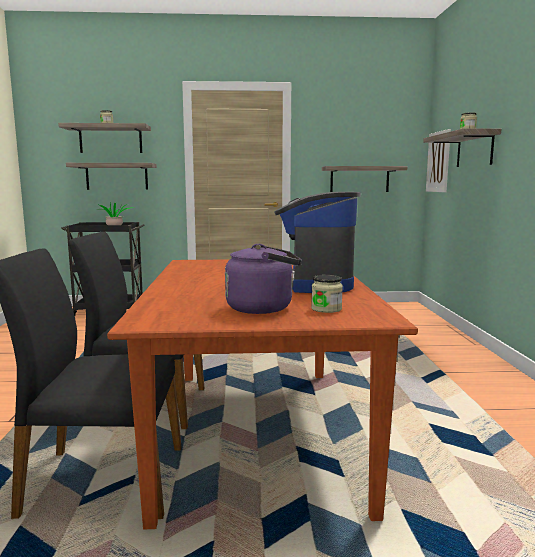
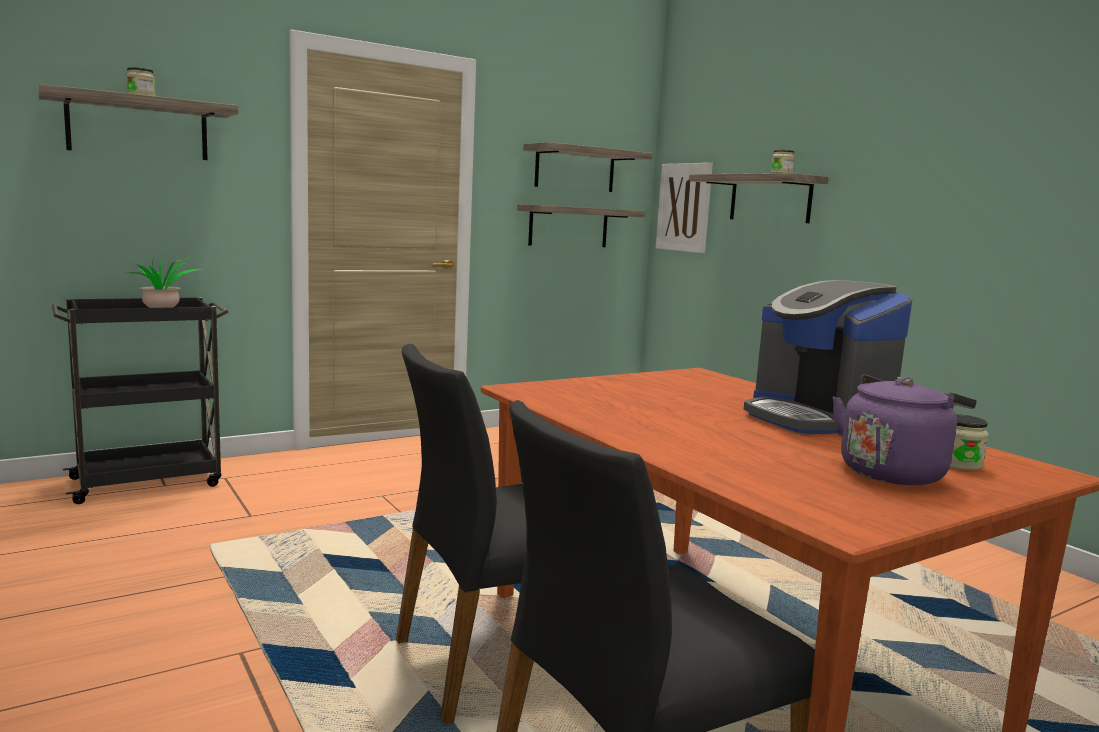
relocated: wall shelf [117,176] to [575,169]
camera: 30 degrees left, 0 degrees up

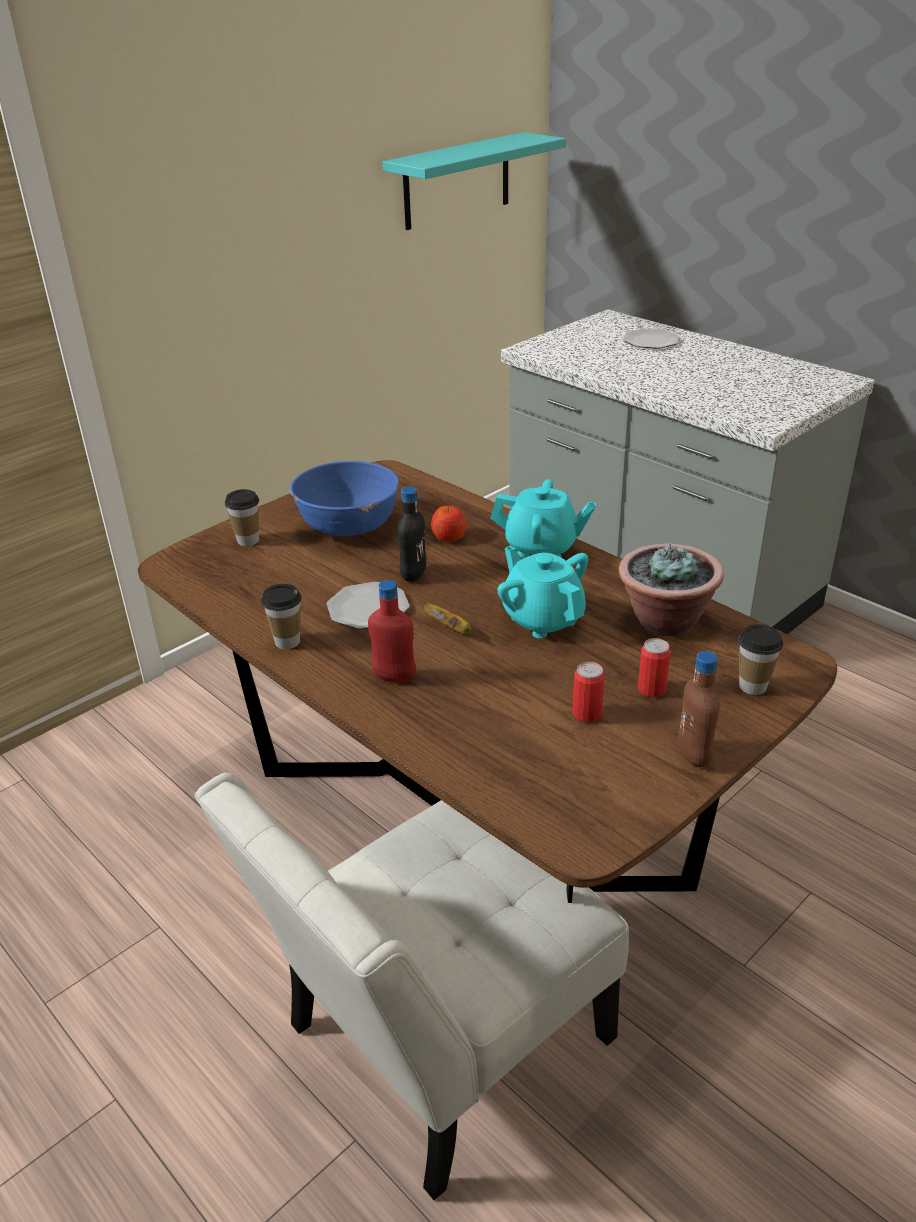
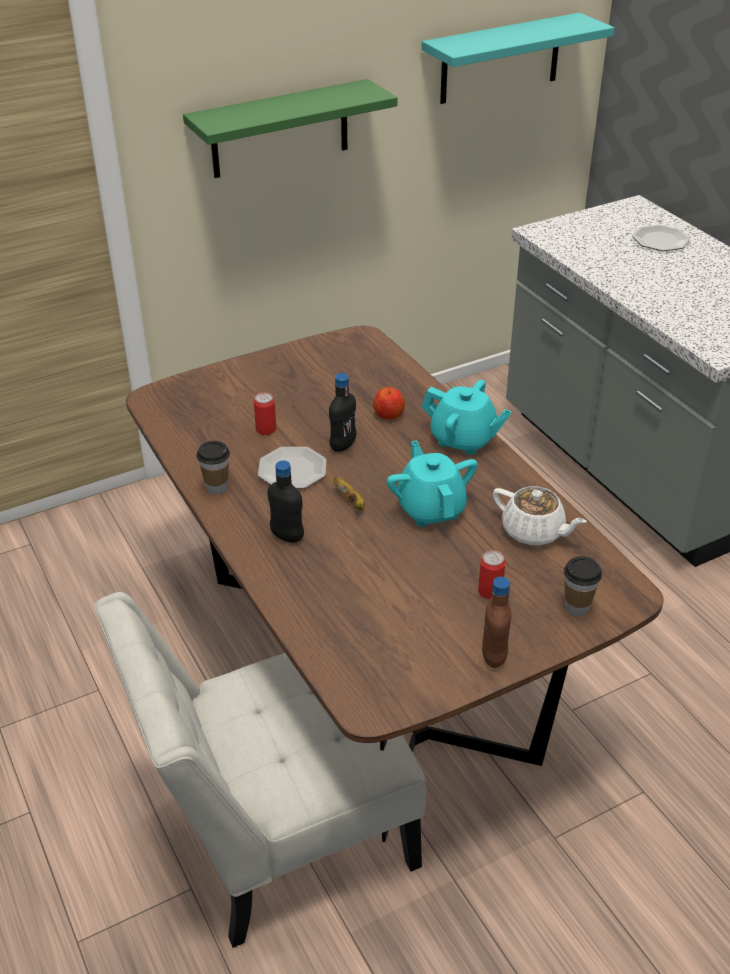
missing: small cup [248,540]; blue-coloured serving bowl [349,526]
appeared: greenish wall shelf [280,129]
relocated: metal can [587,713] to [266,429]
exchanged: houseplant [665,621] to white tea pot [534,532]
colour: reddish beverage bottle [394,677] to black beverage bottle [287,536]
camera: 15 degrees right, 5 degrees up

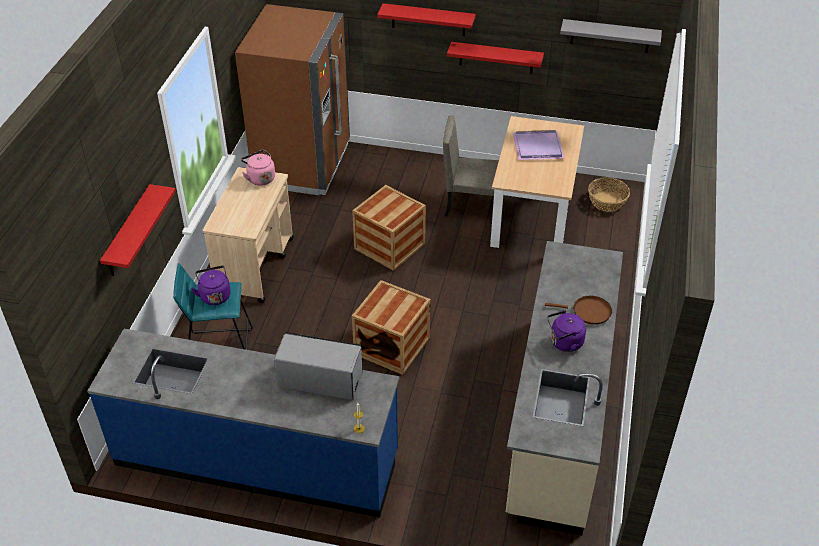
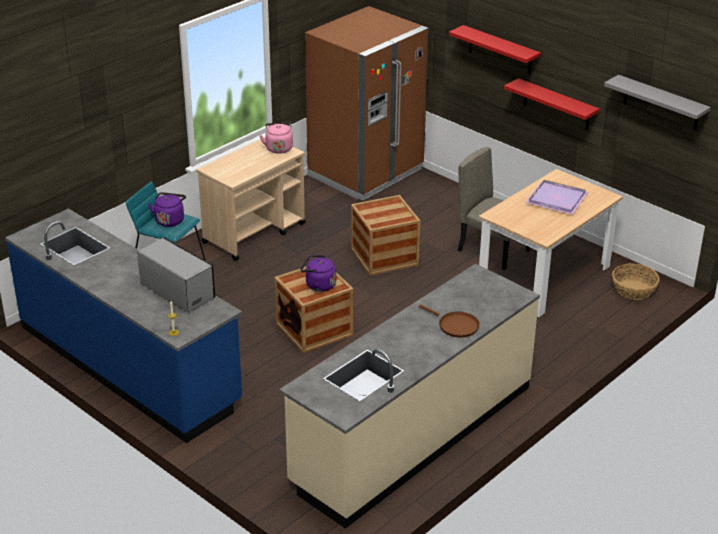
missing: reddish wall shelf [128,232]
relocated: purple-coloured water kettle [564,343] to [318,285]
camera: 30 degrees right, 10 degrees down

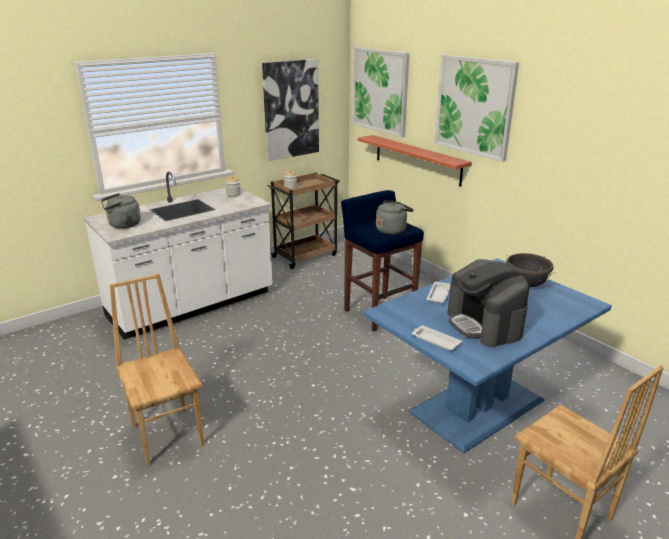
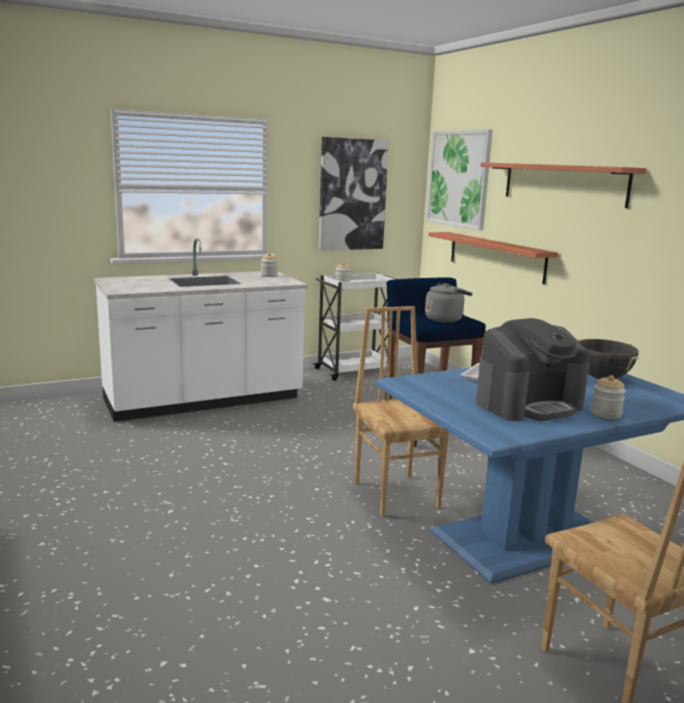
missing: greyish water kettle [122,225]; white tray [435,340]
appeared: jar [605,414]
relocated: brown upright chair [168,435] to [397,494]
exchanged: picture [474,106] to wall shelf [563,183]
colour: brown trolley [305,256] to white trolley [355,371]
spun: coffee maker [484,324] = [528,404] 105 degrees counterclockwise
camera: 10 degrees right, 10 degrees down

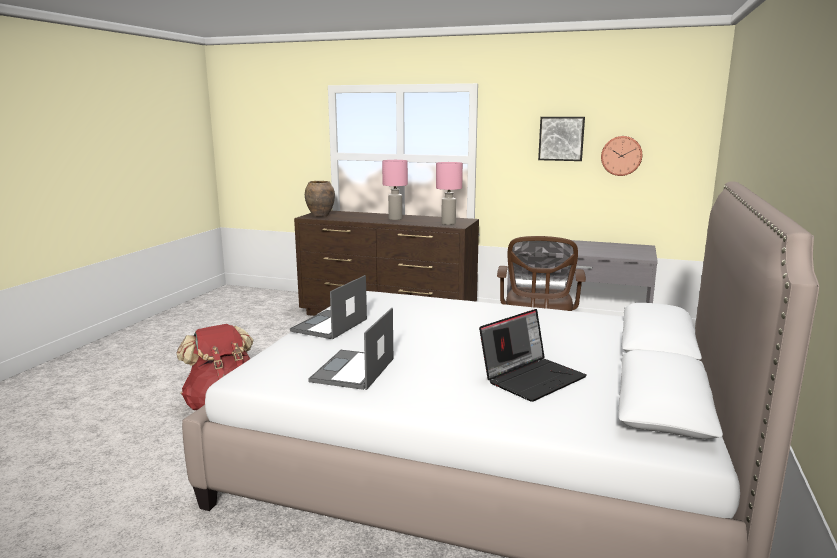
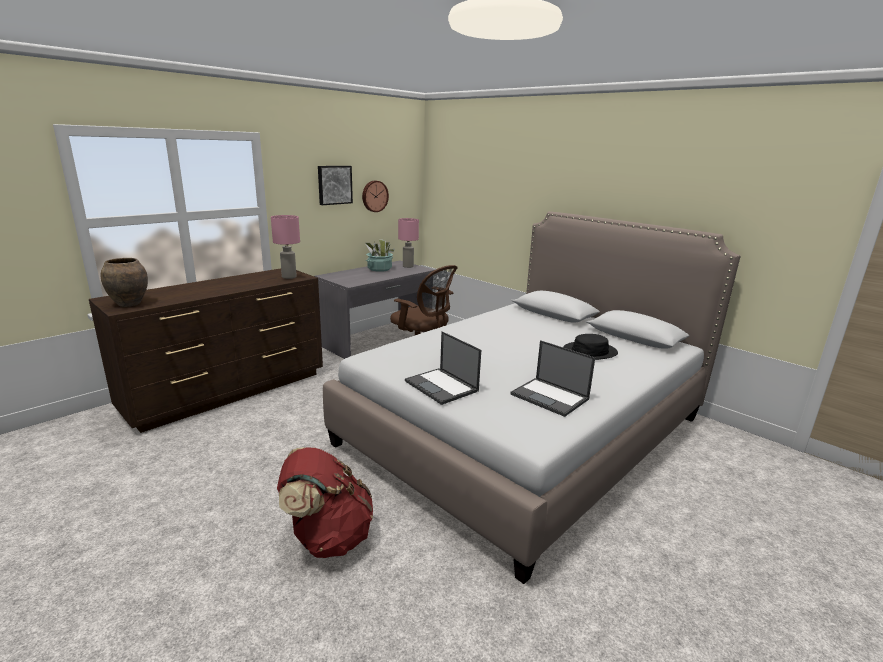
appeared: houseplant [379,269]
relocated: pink-coloured lamp for a table [395,219] to [408,266]
exchanged: portable computer [532,377] to black clothing hat [589,351]
camera: 65 degrees left, 5 degrees up

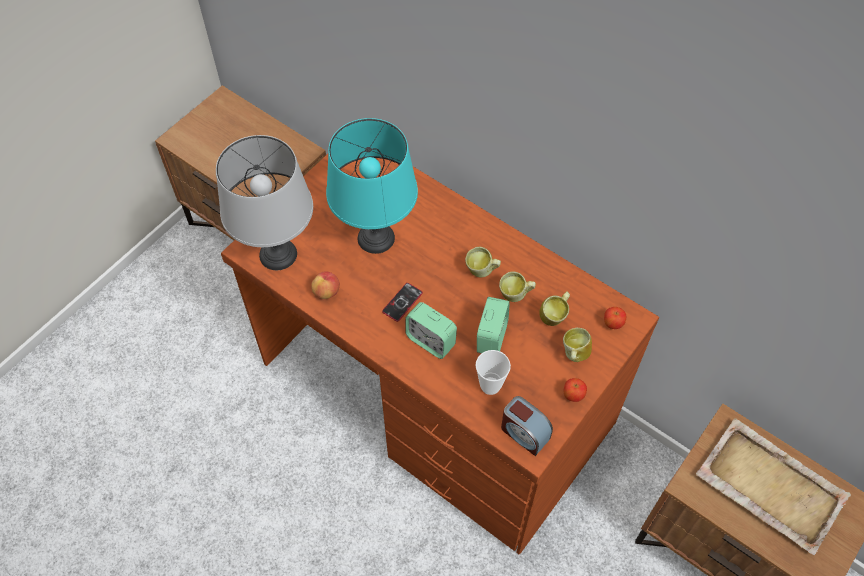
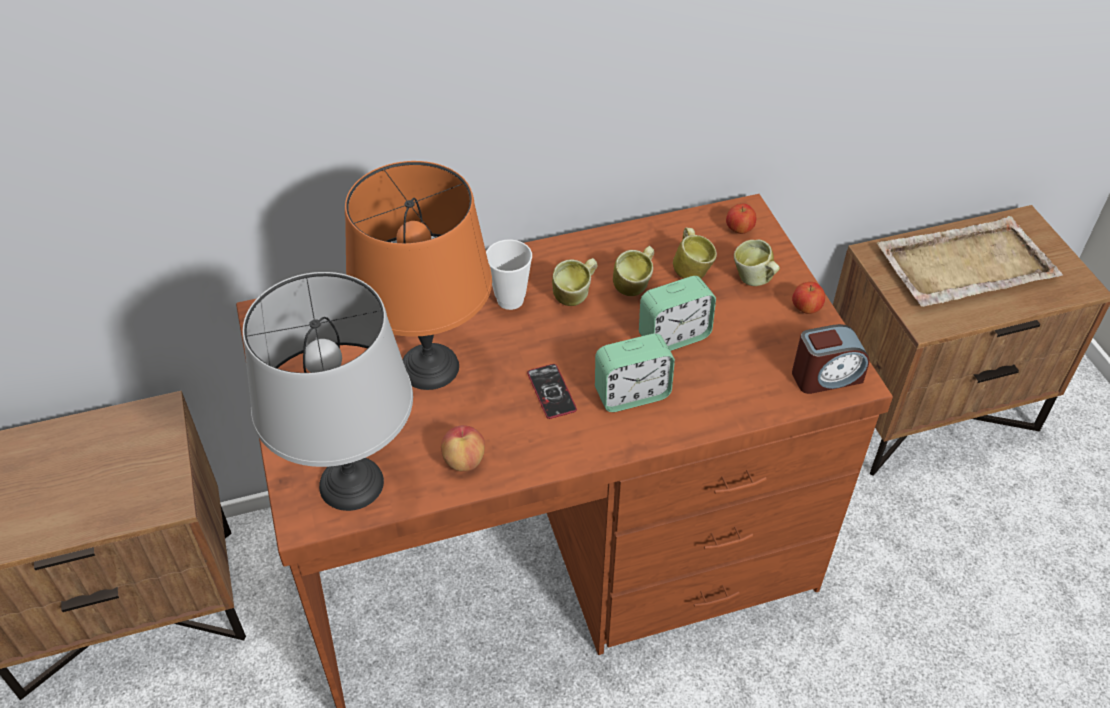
relocated: small cup [490,385] to [510,300]
colour: turquoise-coloured lamp for a table [375,238] to orange lamp for a table [430,368]
spun: bedside clock [491,337] = [674,336] 105 degrees clockwise
camera: 55 degrees left, 10 degrees down

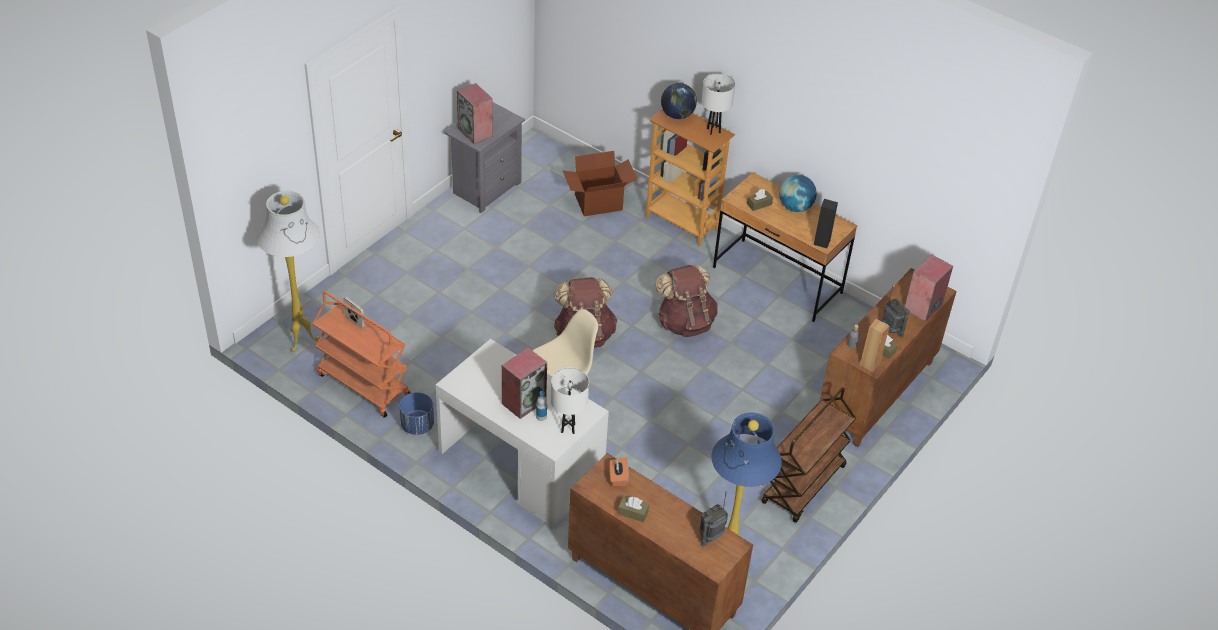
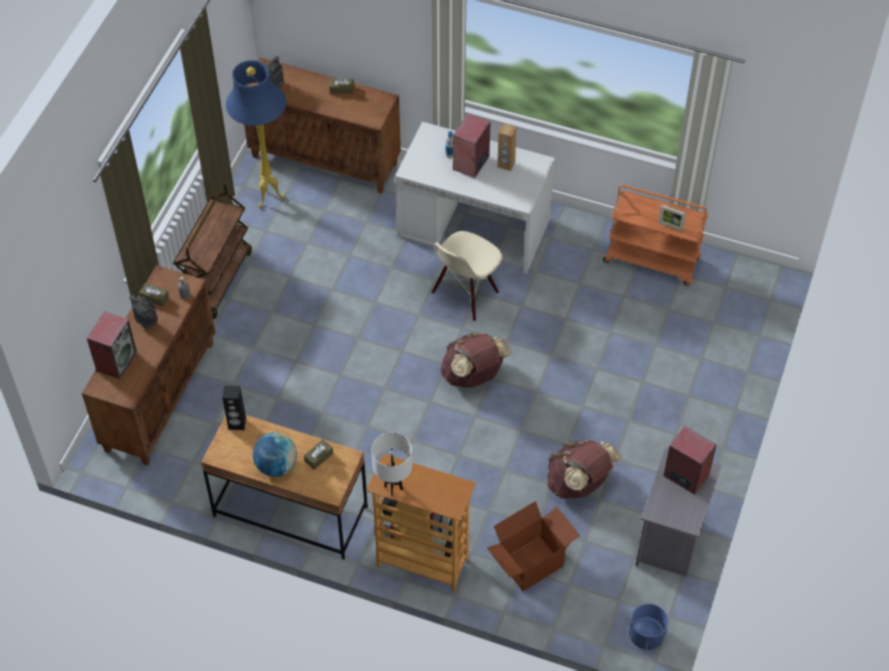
missing: white floor lamp [302,340]; white lamp for a table [568,428]; orange tissue box [618,478]; world globe [677,115]
relocated: blue-coloured flower pot [417,425] to [646,635]; brown rucksack [685,322] to [578,483]; brown loudspeaker [870,364] to [506,164]
camera: 165 degrees right, 10 degrees up

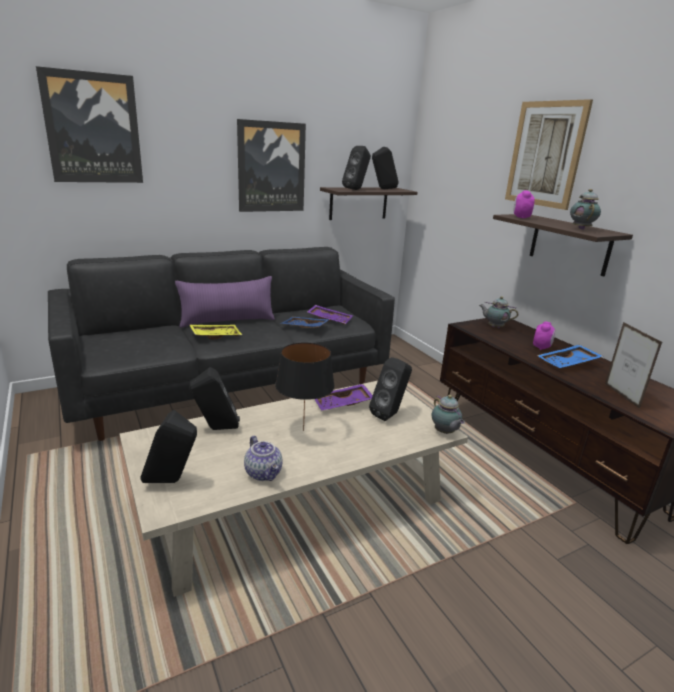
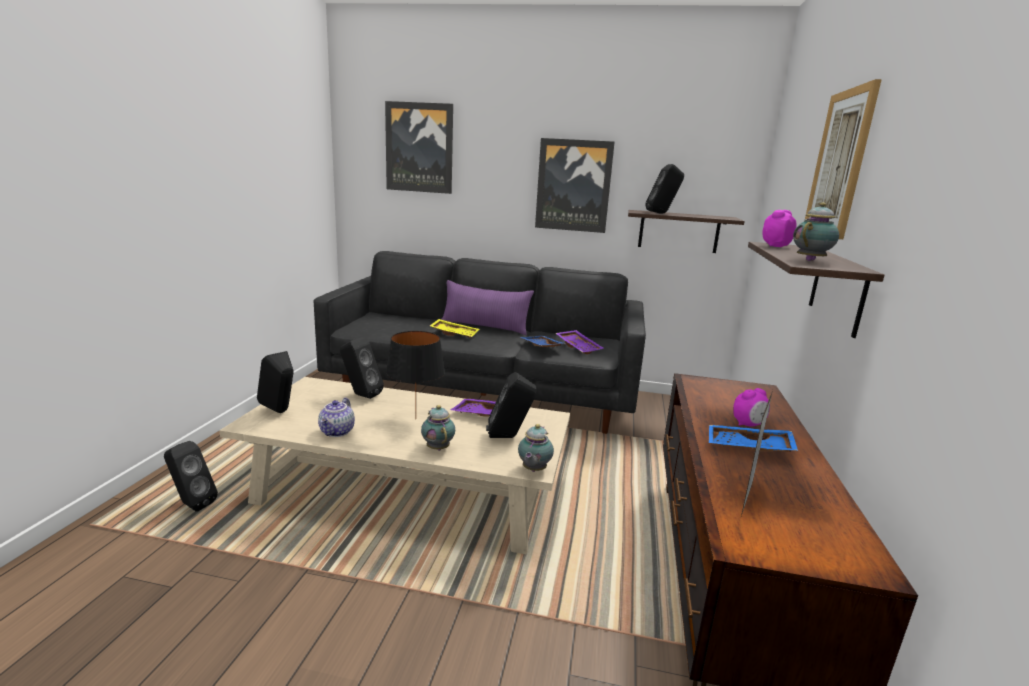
relocated: black loudspeaker [383,189] to [191,504]; tea pot [494,327] to [437,447]
camera: 40 degrees right, 5 degrees down

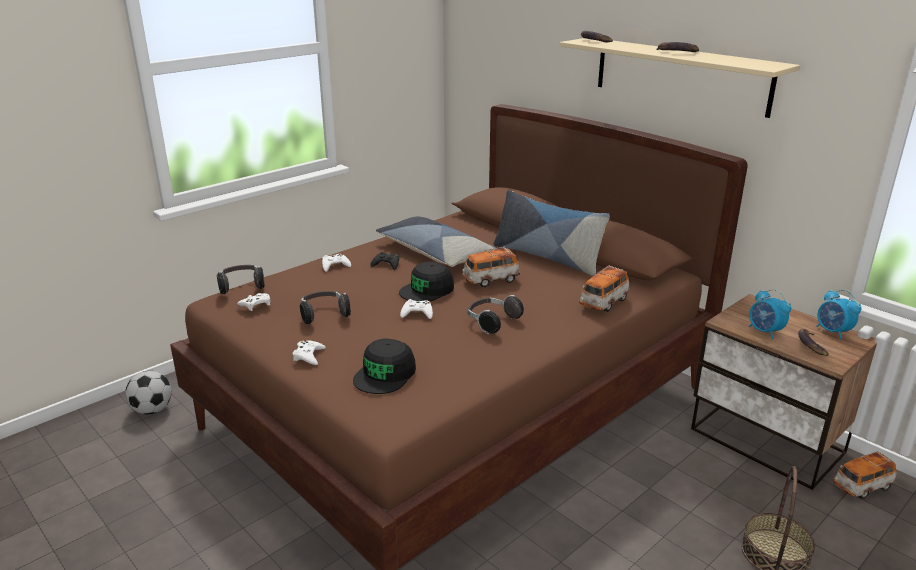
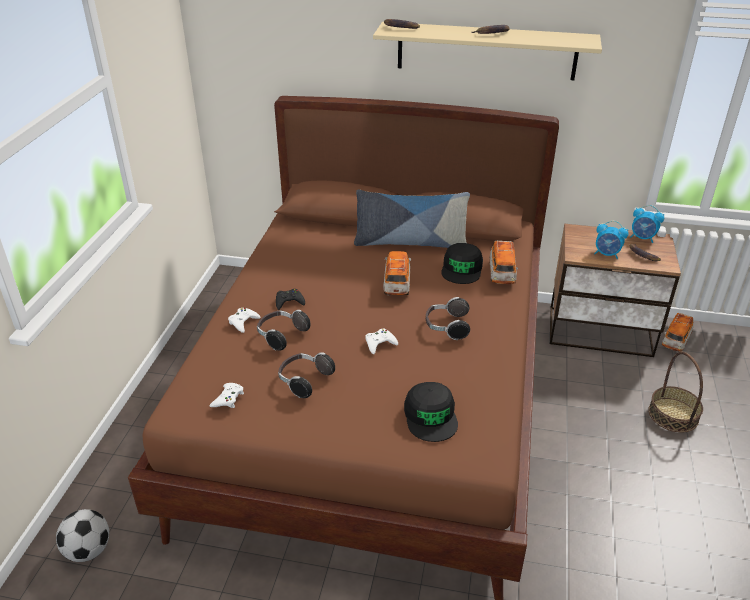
missing: white game controller [308,356]; throw pillow [434,252]
relocated: pair of headphones [241,286] to [281,335]; black peaked cap [427,290] to [462,269]
spun: miniature car [491,280] = [397,284] 150 degrees clockwise
camera: 35 degrees left, 10 degrees up

